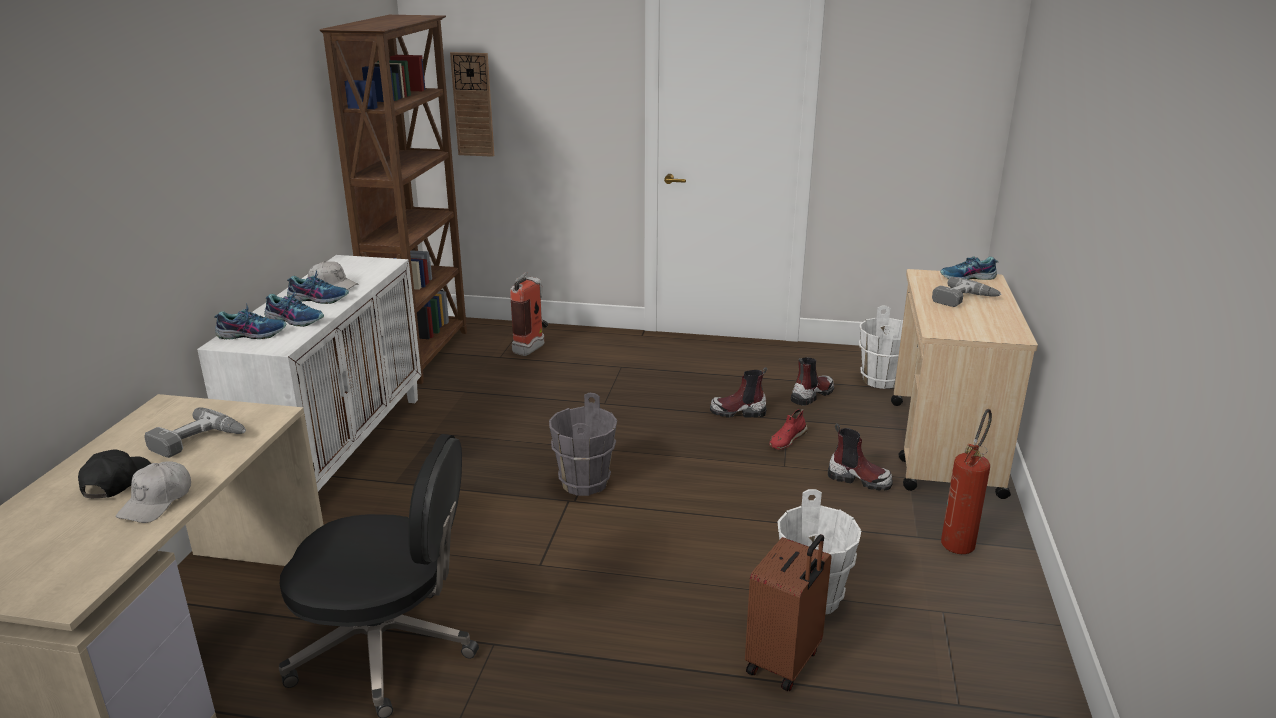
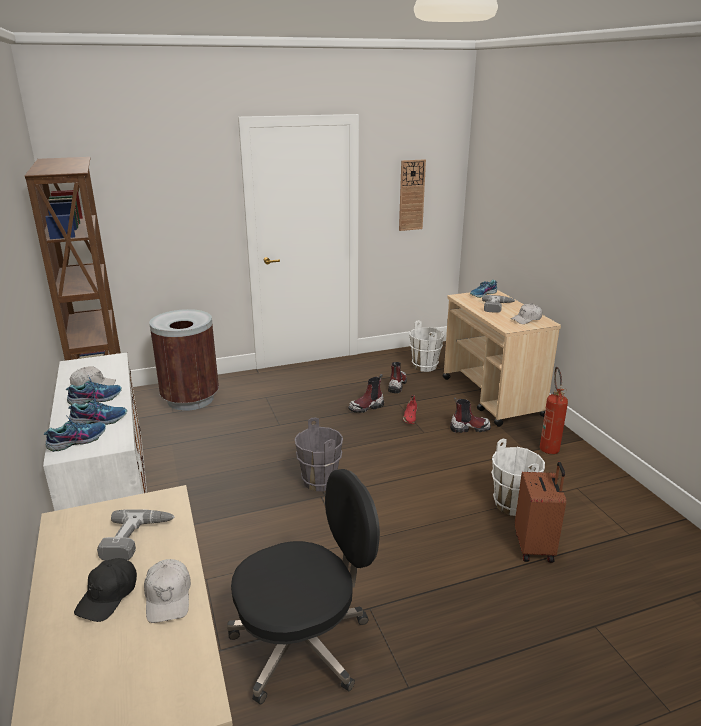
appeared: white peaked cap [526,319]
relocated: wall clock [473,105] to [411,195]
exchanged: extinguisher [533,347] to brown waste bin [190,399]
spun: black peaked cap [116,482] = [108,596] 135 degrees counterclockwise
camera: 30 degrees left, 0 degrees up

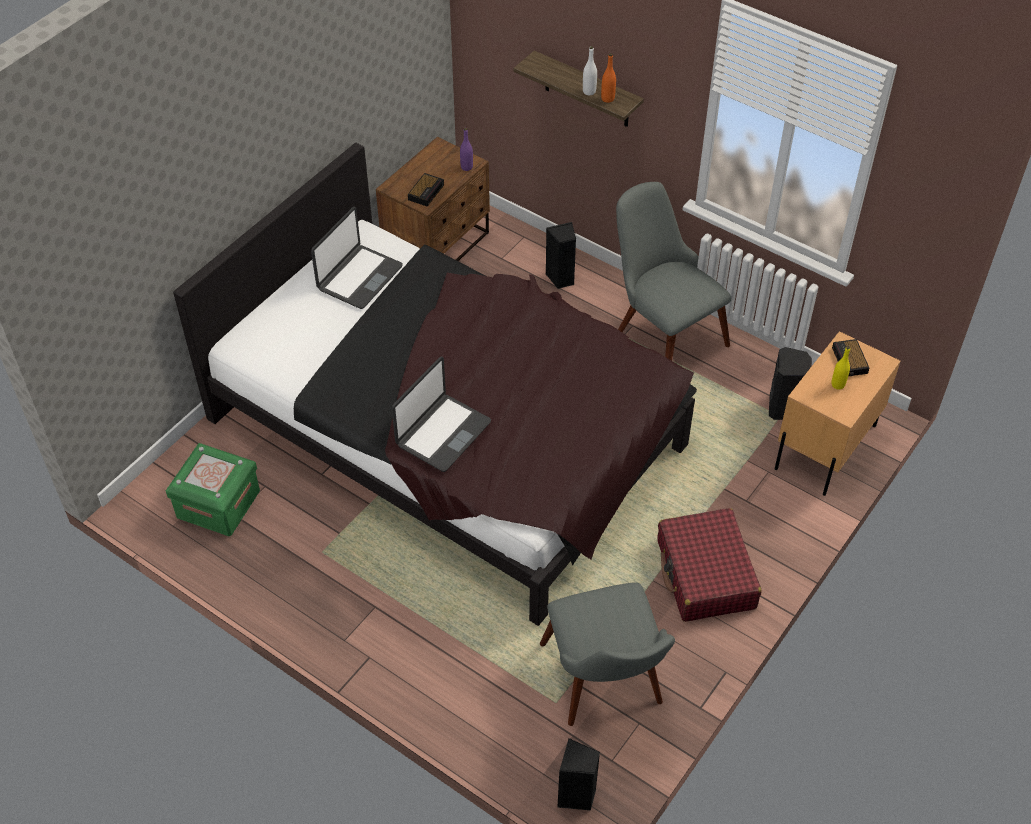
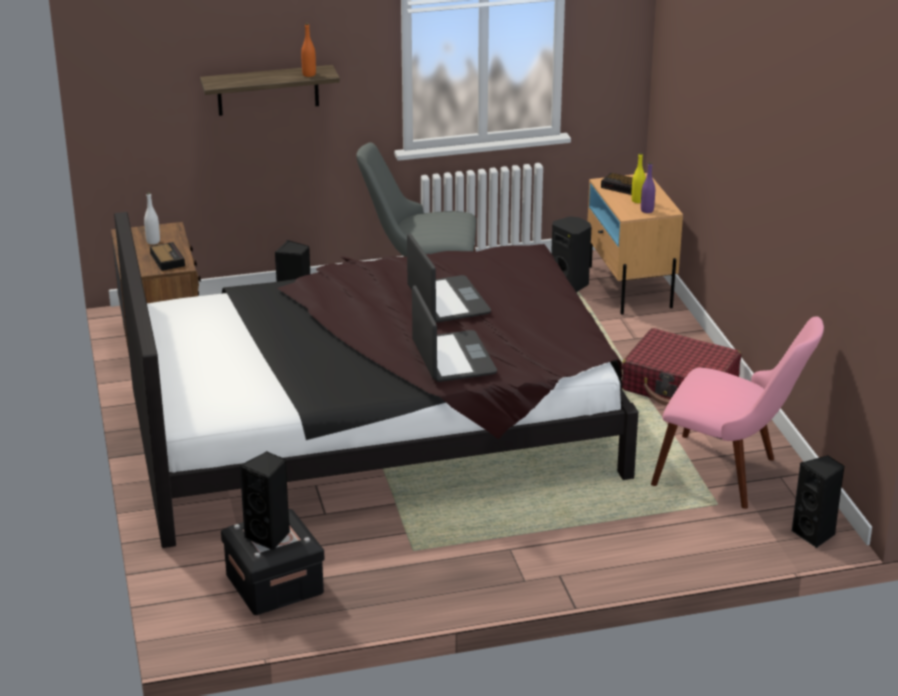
appeared: black loudspeaker [269,536]
relocated: portable computer [359,277] to [447,301]; purple-coloured beverage bottle [466,167] to [647,210]; white beverage bottle [589,91] to [153,241]
colour: greenish storage bin [218,504] to black storage bin [274,584]; greyish upright chair [607,687] to pink-coloured upright chair [730,475]
camera: 50 degrees left, 20 degrees down

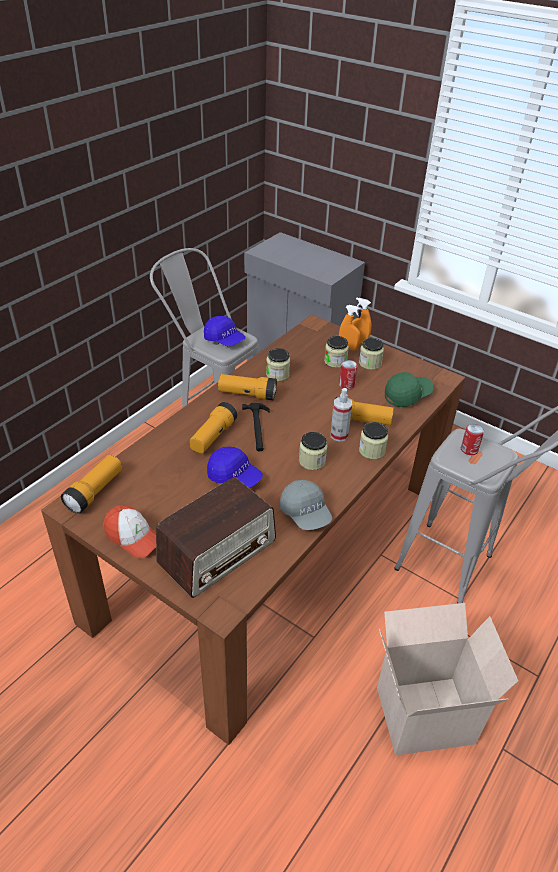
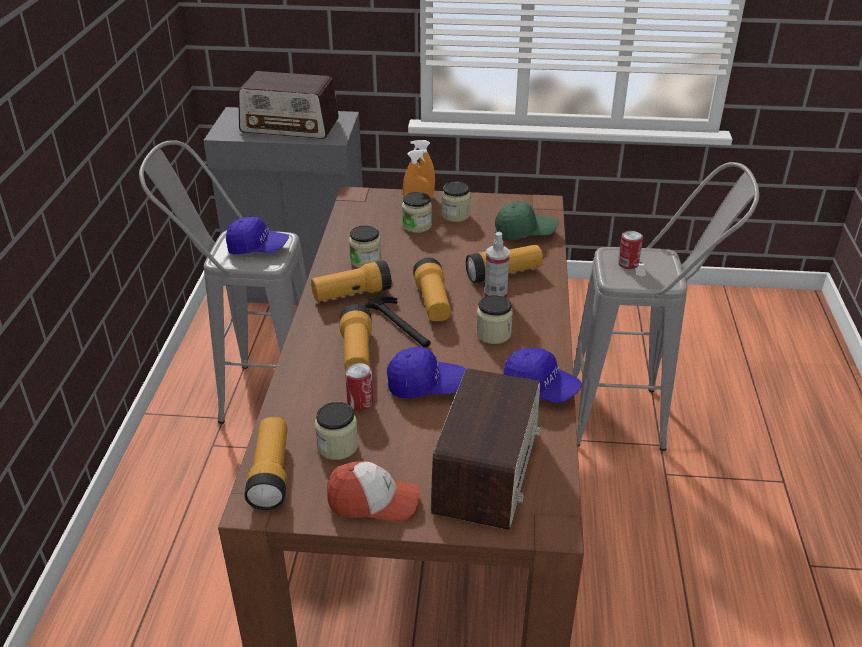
missing: carton [425,712]
appeared: radio set [290,126]; hand torch [432,302]
relocated: metal can [346,385] to [360,402]; jar [372,451] to [337,446]
colour: greyish peaked cap [305,514] to blue-coloured peaked cap [540,388]
spun: greenish peaked cap [407,395] = [525,233] 60 degrees clockwise
camera: 30 degrees left, 5 degrees down

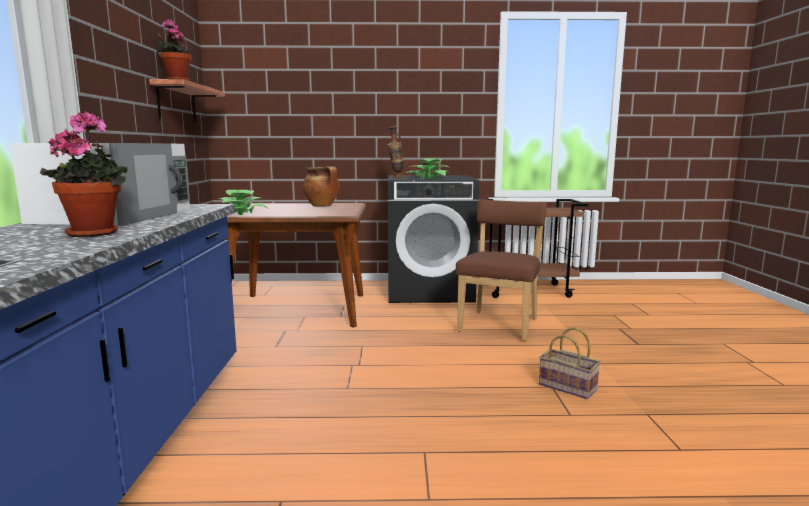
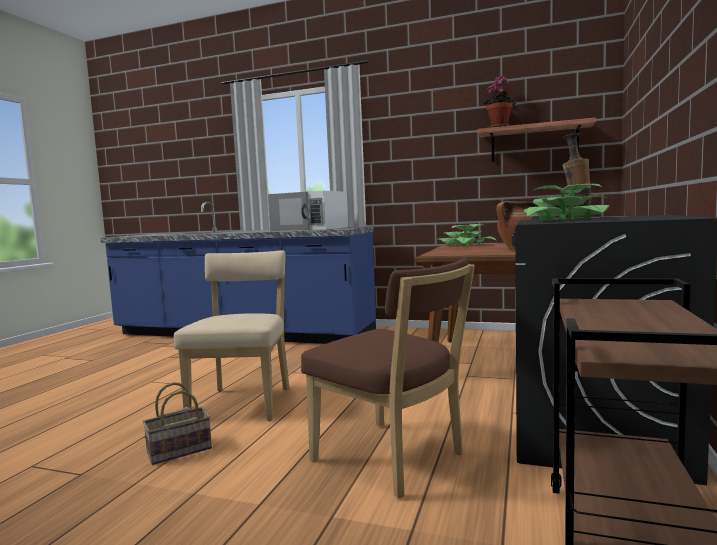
missing: houseplant [96,233]
appeared: beige upright chair [244,402]
camera: 110 degrees right, 5 degrees down

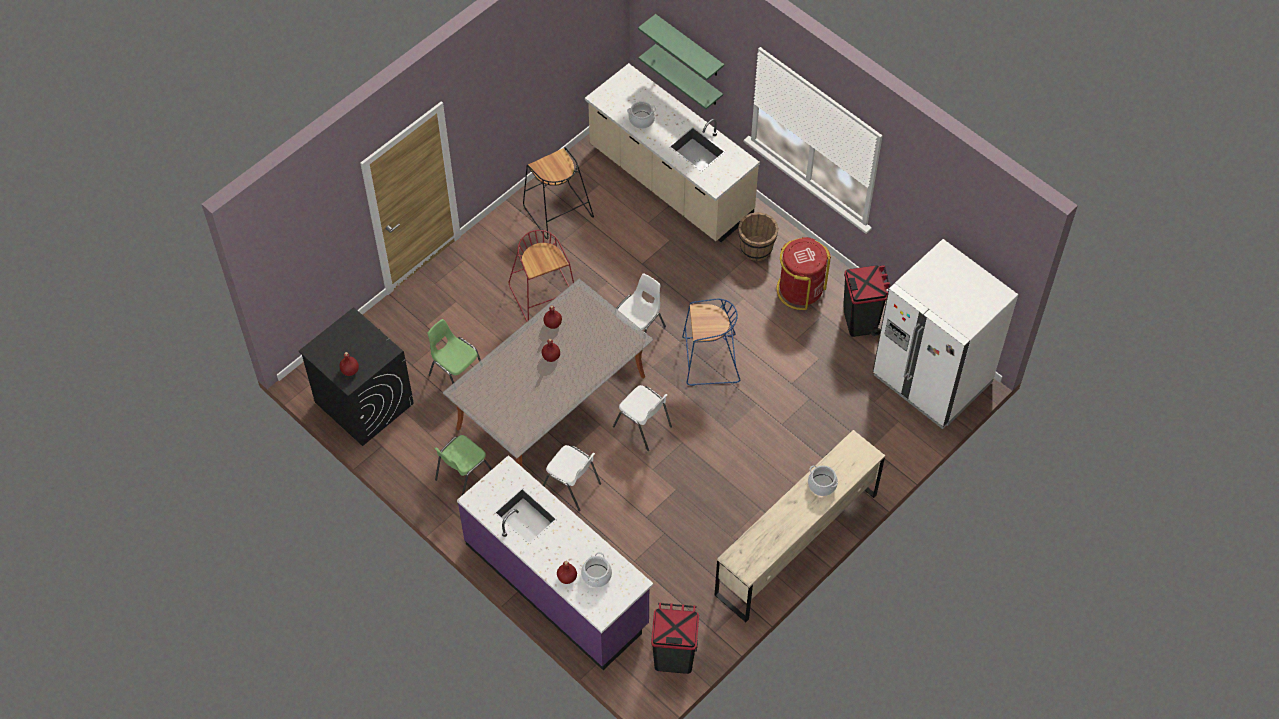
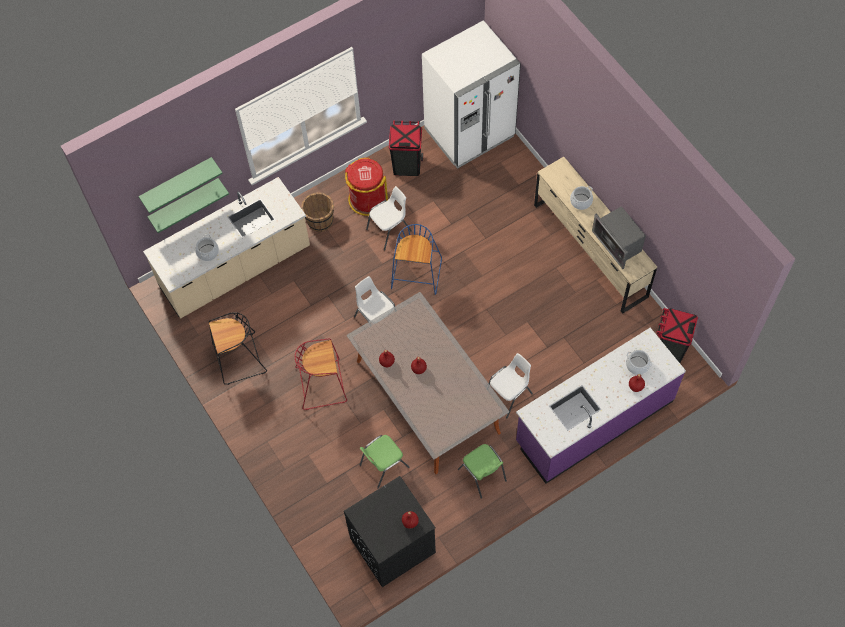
appeared: kitchen microwave [618,243]
relocated: white upright chair [643,427] to [389,230]
camera: 75 degrees left, 5 degrees up

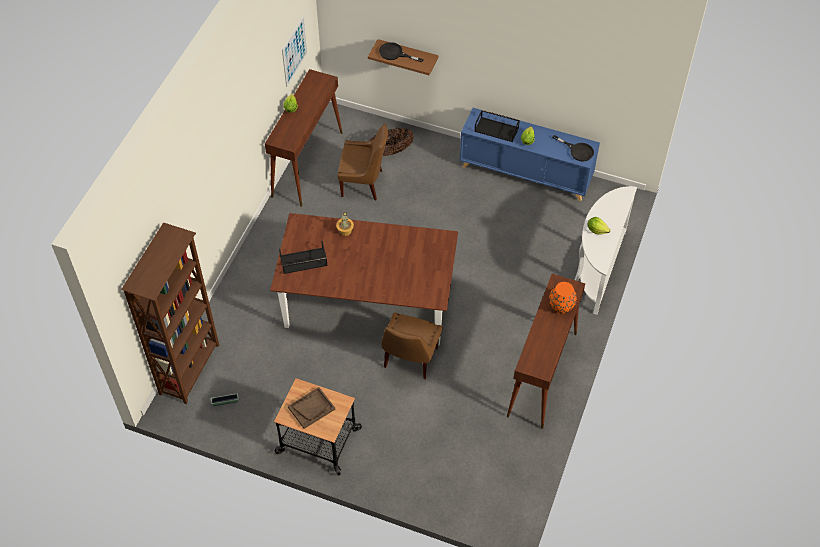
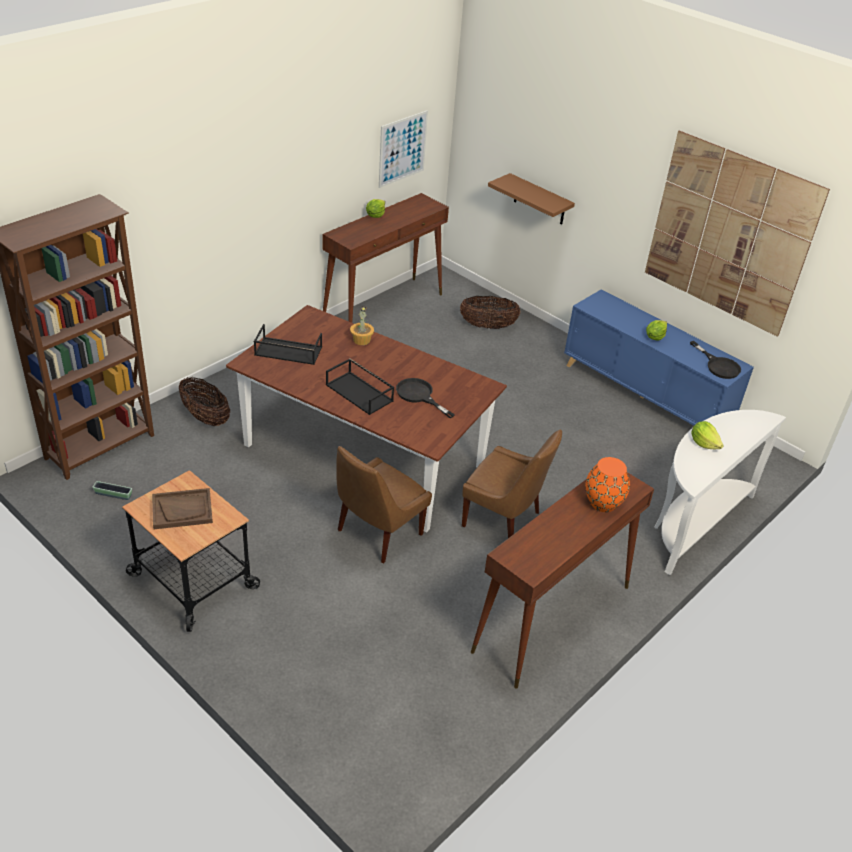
appeared: household basket [205,417]; picture [729,233]
relocated: brown upright chair [364,183] to [504,520]; black pan [395,54] to [419,396]; black tray [497,129] to [360,393]
camera: 20 degrees right, 15 degrees down

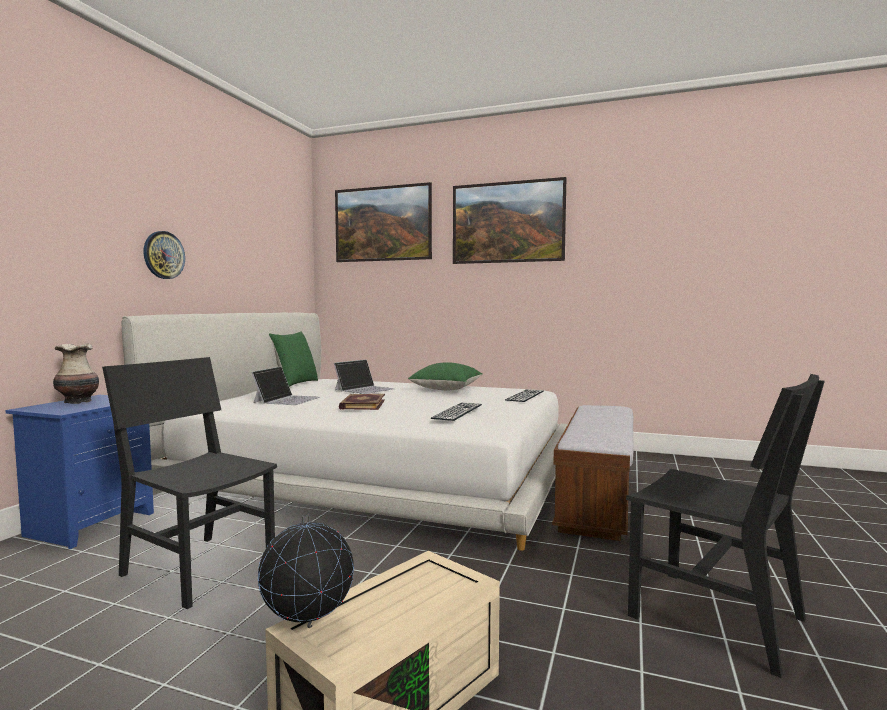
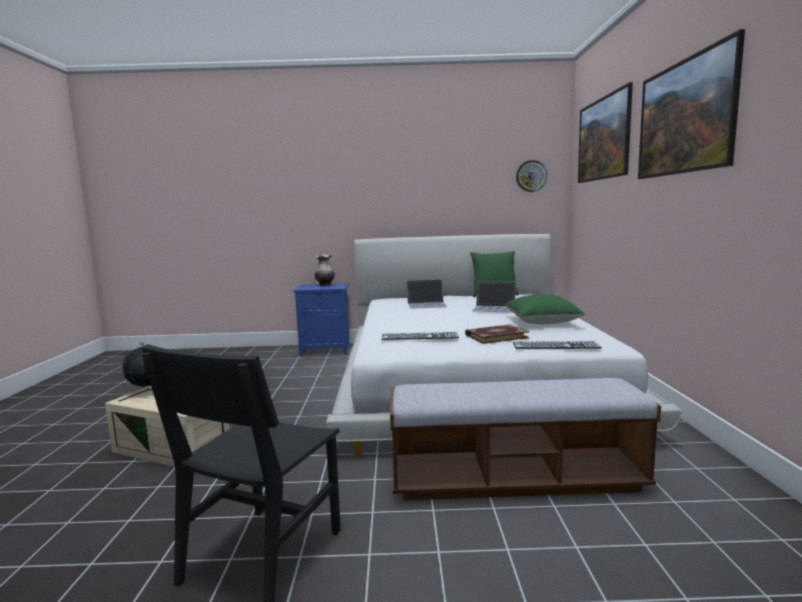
missing: black upright chair [199,569]
relocated: wall clock [163,255] to [531,176]; volume [362,404] to [496,336]
camera: 70 degrees right, 5 degrees up

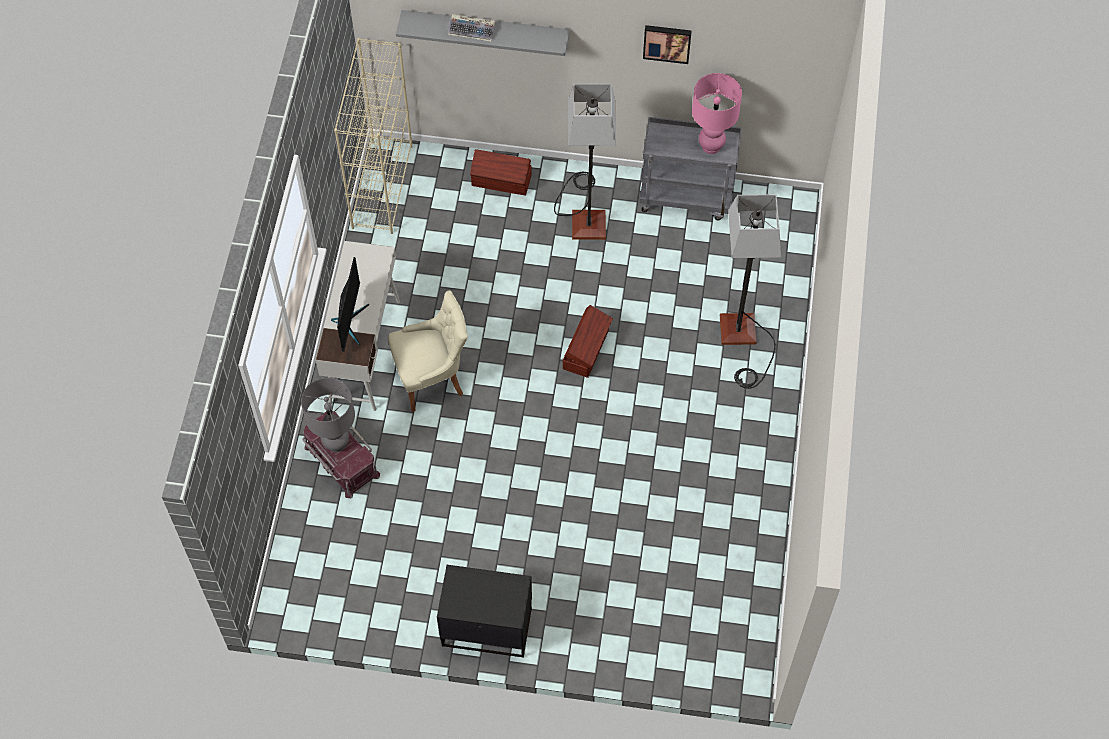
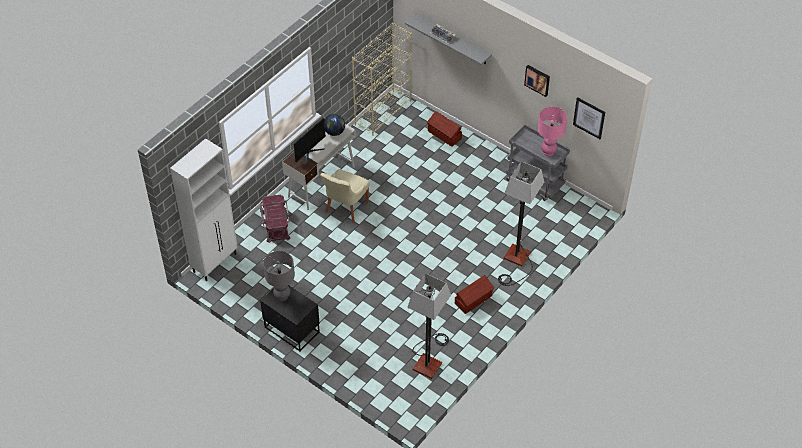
appeared: white cupboard [215,262]; world globe [334,132]; picture [589,118]
relocated: greyish lamp for a table [336,443] to [282,296]; floor lamp [585,215] to [429,359]; brown storage bin [587,349] to [474,300]
spun: beige upright chair [432,378] = [345,208] 105 degrees clockwise
camera: 30 degrees right, 10 degrees down

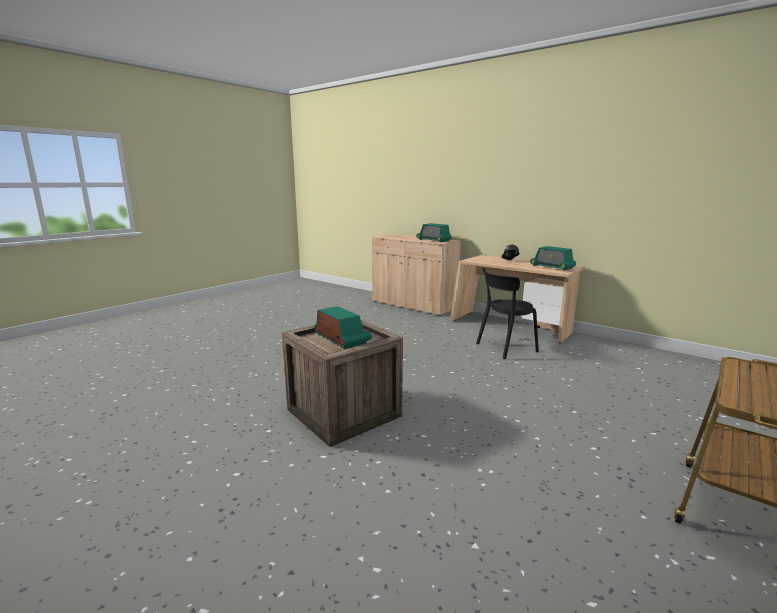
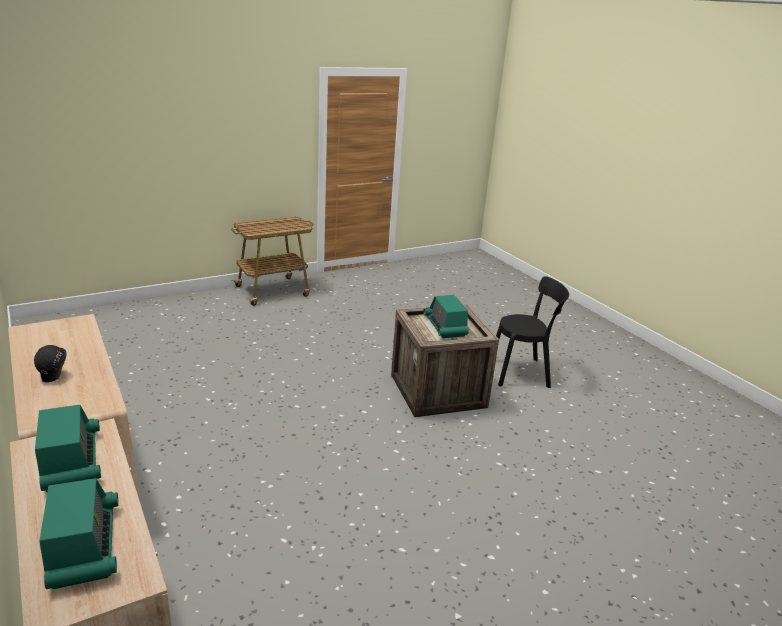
relocated: black upright chair [504,348] to [522,372]; radio set [552,267] to [84,546]
camera: 160 degrees left, 10 degrees up

